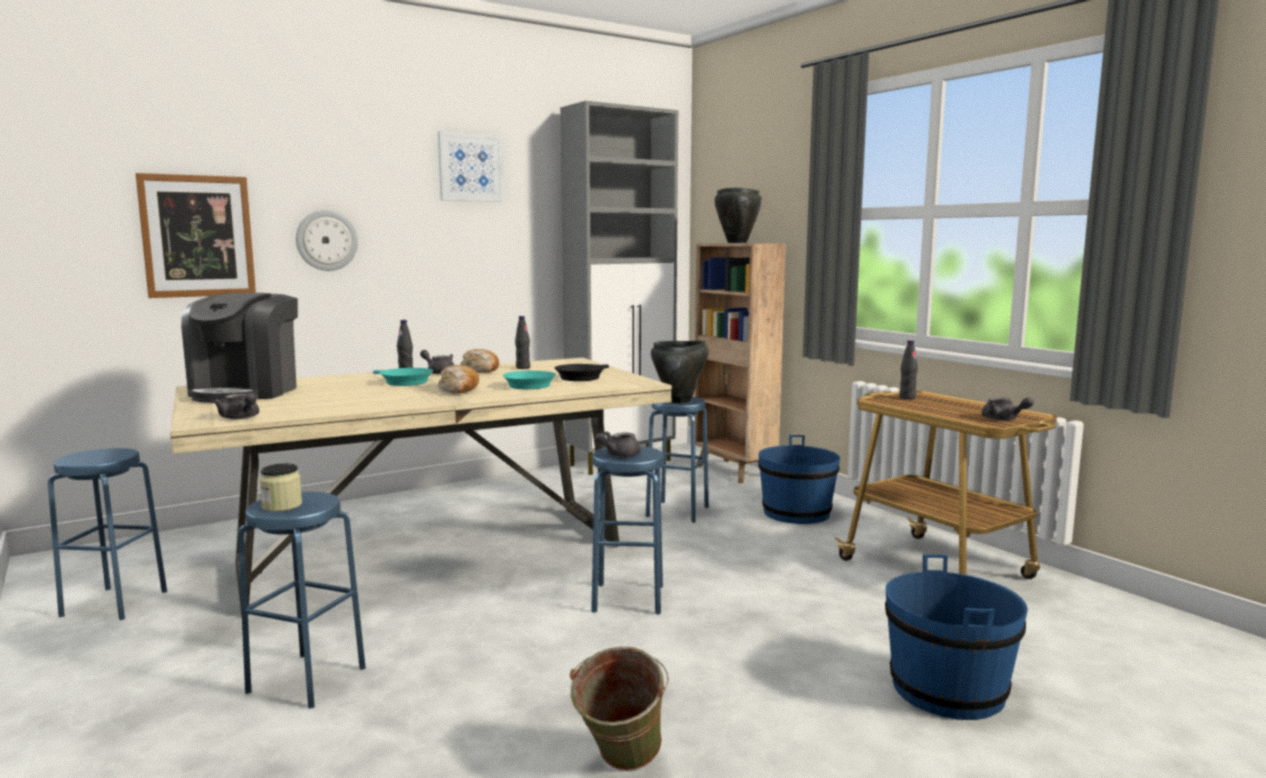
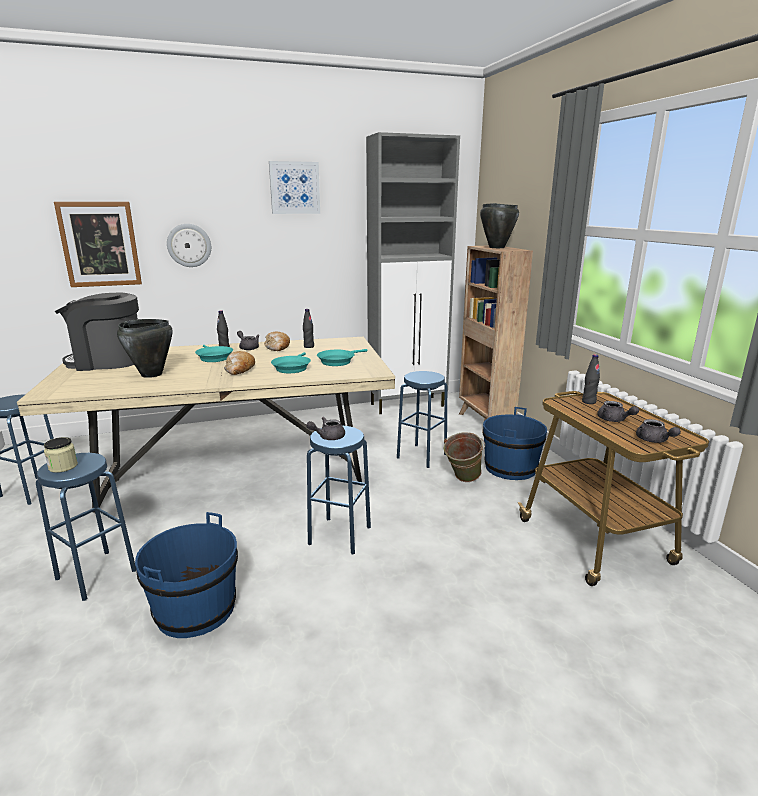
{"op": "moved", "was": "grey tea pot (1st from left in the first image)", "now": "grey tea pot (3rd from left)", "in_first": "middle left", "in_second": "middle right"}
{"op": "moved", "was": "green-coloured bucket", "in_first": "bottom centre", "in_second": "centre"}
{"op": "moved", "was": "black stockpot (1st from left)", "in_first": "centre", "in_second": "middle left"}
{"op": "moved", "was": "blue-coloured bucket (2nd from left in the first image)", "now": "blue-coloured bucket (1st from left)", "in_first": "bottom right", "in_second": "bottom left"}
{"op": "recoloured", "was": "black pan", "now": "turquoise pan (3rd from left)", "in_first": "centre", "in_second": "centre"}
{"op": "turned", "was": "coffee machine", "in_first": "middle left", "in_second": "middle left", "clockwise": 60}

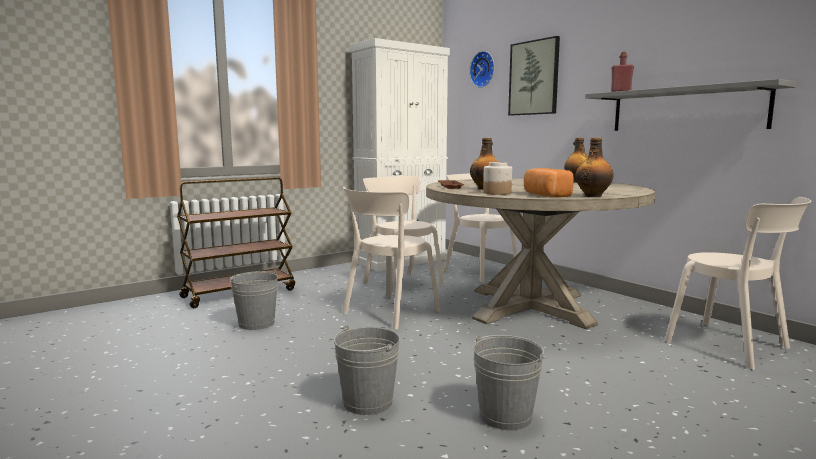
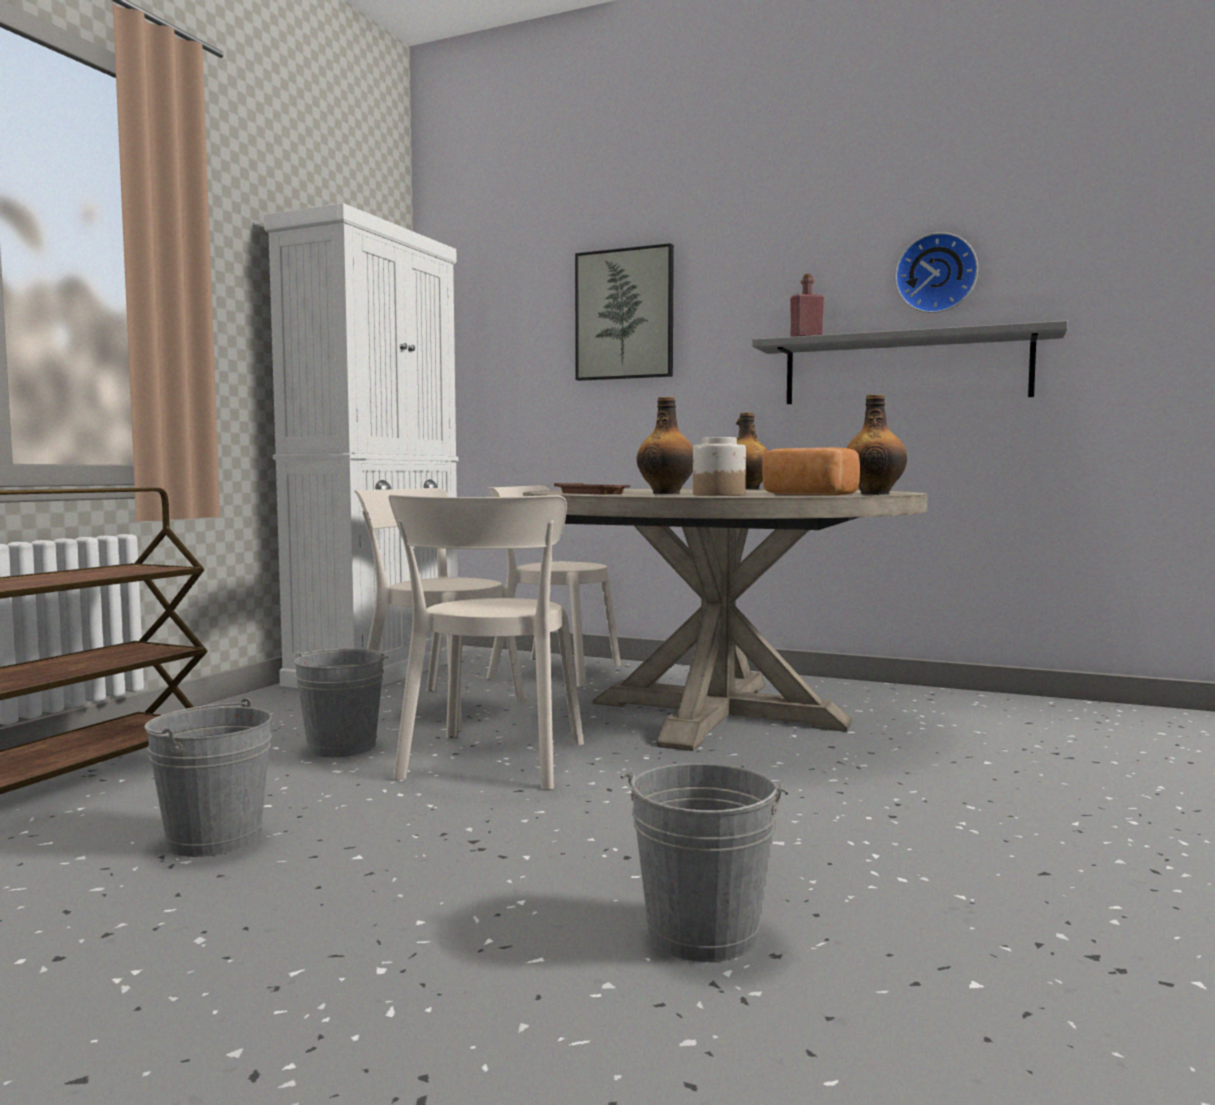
{"op": "removed", "was": "sand-coloured chair (4th from left)", "in_first": "middle right"}
{"op": "moved", "was": "clock on the wall", "in_first": "top centre", "in_second": "top right"}
{"op": "moved", "was": "grey bucket (3rd from left in the first image)", "now": "grey bucket (2nd from left)", "in_first": "bottom centre", "in_second": "middle left"}

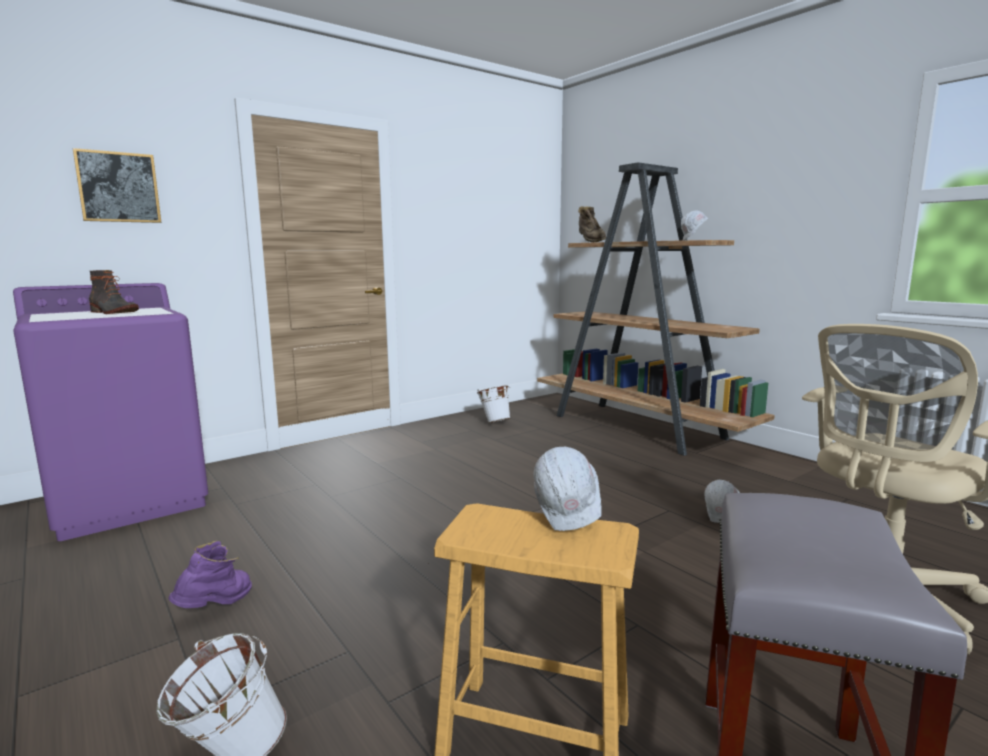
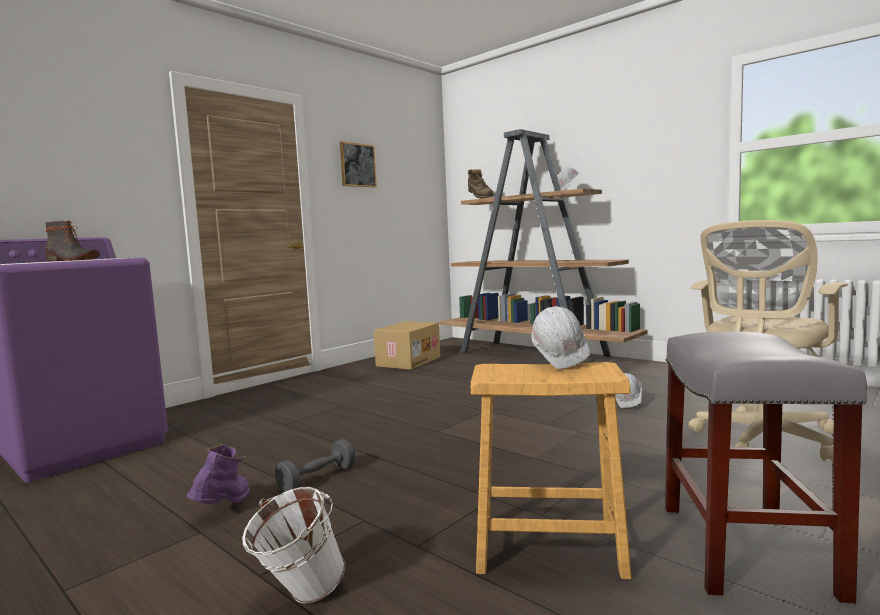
{"op": "added", "now": "grey dumbbell", "in_second": "bottom centre"}
{"op": "moved", "was": "wall picture", "in_first": "top left", "in_second": "top centre"}
{"op": "replaced", "was": "white-coloured bucket (2nd from left)", "now": "packing box", "in_first": "centre", "in_second": "centre"}

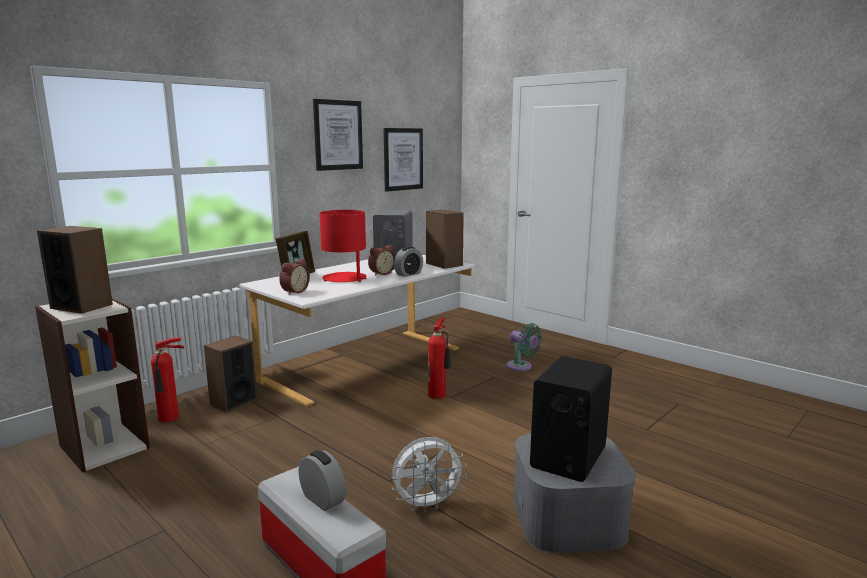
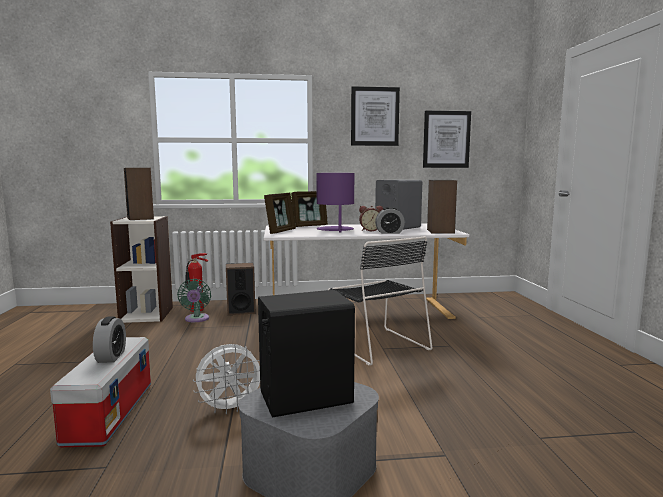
{"op": "moved", "was": "green-coloured cooling fan", "in_first": "centre", "in_second": "middle left"}
{"op": "replaced", "was": "alarm clock (1st from left)", "now": "photo frame (1st from left)", "in_first": "centre", "in_second": "centre"}
{"op": "replaced", "was": "extinguisher (2nd from left)", "now": "black chair", "in_first": "centre", "in_second": "centre"}
{"op": "recoloured", "was": "red-coloured lamp for a table", "now": "purplish lamp for a table", "in_first": "centre", "in_second": "centre"}
{"op": "turned", "was": "white-coloured cooling fan", "in_first": "bottom centre", "in_second": "bottom centre", "clockwise": -45}

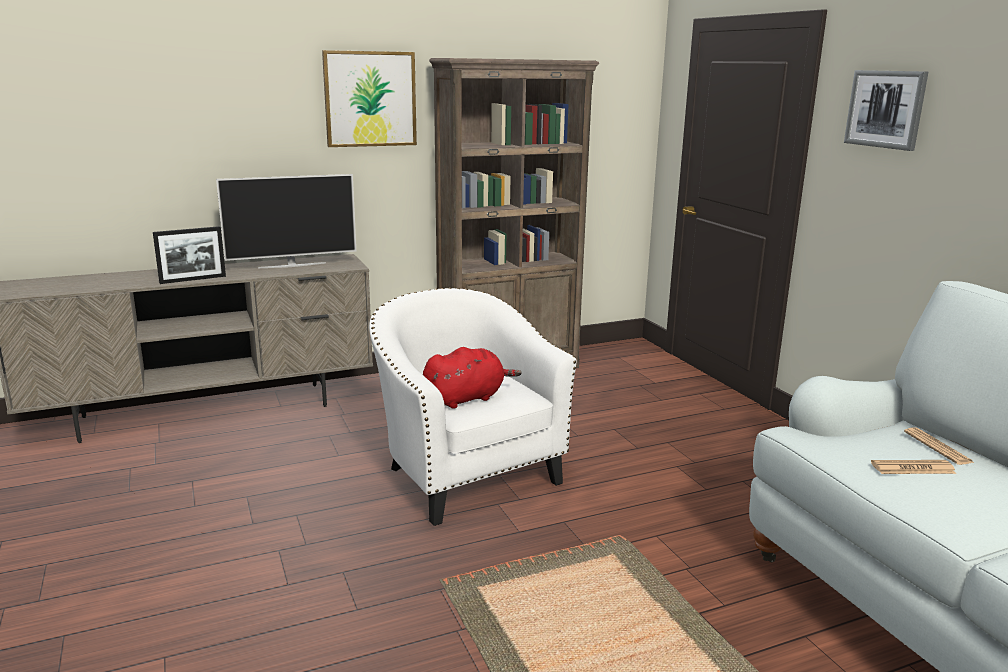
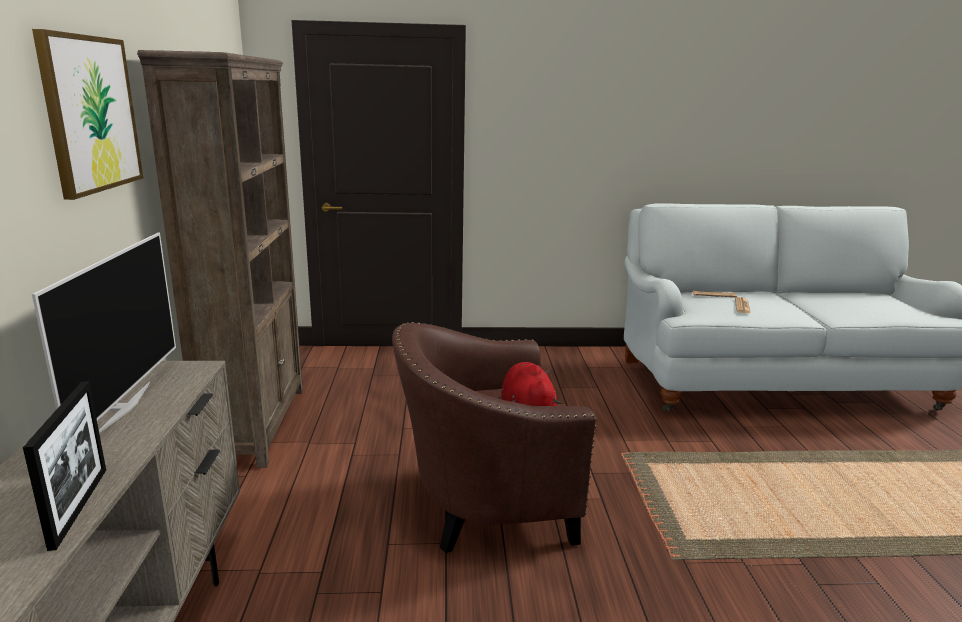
{"op": "removed", "was": "wall picture (2nd from left)", "in_first": "top right"}
{"op": "recoloured", "was": "white-coloured armchair", "now": "brownish armchair", "in_first": "centre", "in_second": "bottom centre"}

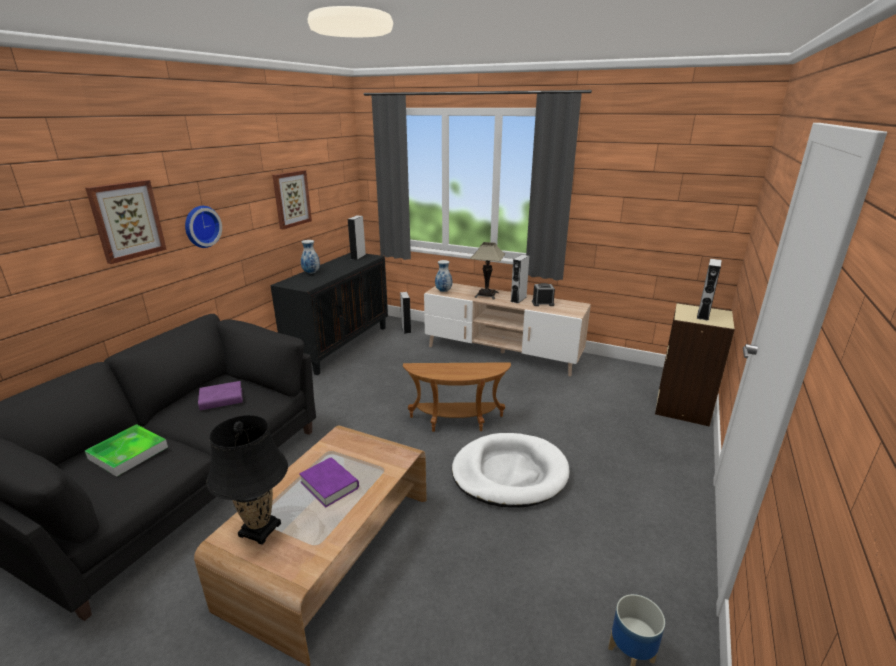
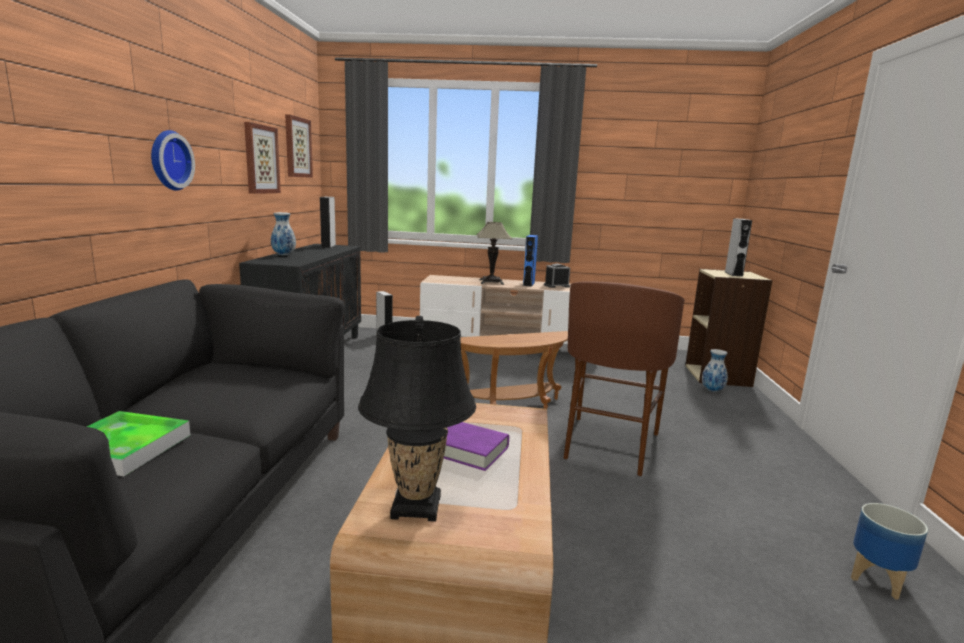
{"op": "removed", "was": "purplish volume (1st from left)", "in_first": "middle left"}
{"op": "moved", "was": "wall picture (1st from left in the first image)", "now": "wall picture (2nd from left)", "in_first": "middle left", "in_second": "top left"}
{"op": "moved", "was": "vase (2nd from left)", "in_first": "centre", "in_second": "middle right"}
{"op": "replaced", "was": "white-coloured pet bed", "now": "brownish sitting stool", "in_first": "bottom centre", "in_second": "centre"}
{"op": "recoloured", "was": "grey loudspeaker (3rd from left)", "now": "blue-coloured loudspeaker", "in_first": "centre", "in_second": "centre"}

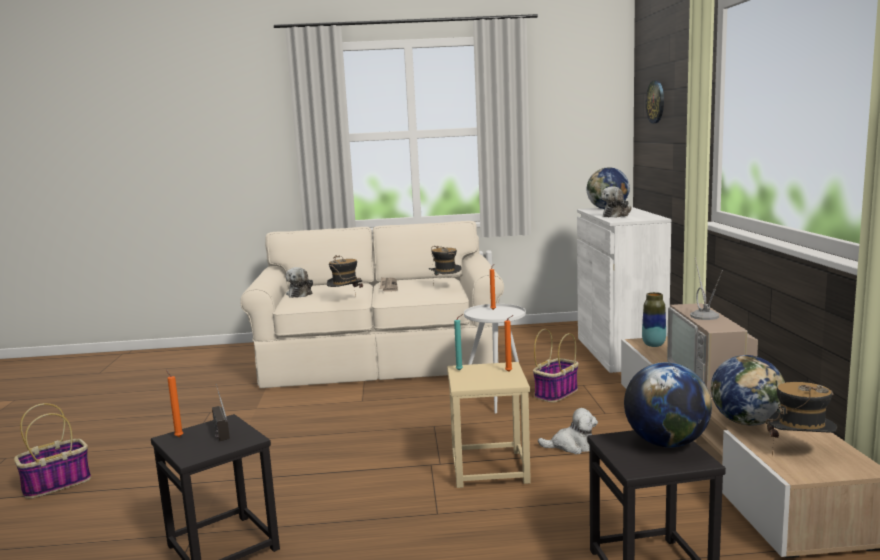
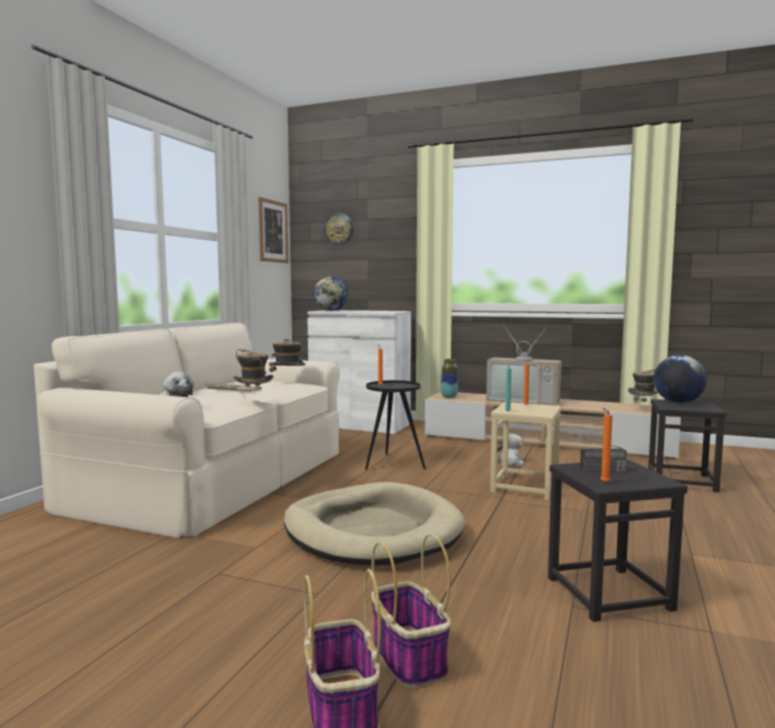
{"op": "removed", "was": "soft toy (3rd from left)", "in_first": "middle right"}
{"op": "removed", "was": "globe (3rd from left)", "in_first": "bottom right"}
{"op": "added", "now": "wall picture", "in_second": "top centre"}
{"op": "added", "now": "sand-coloured pet bed", "in_second": "bottom centre"}
{"op": "moved", "was": "basket (2nd from left)", "in_first": "centre", "in_second": "bottom centre"}
{"op": "recoloured", "was": "white-coloured end table", "now": "black end table", "in_first": "centre", "in_second": "centre"}

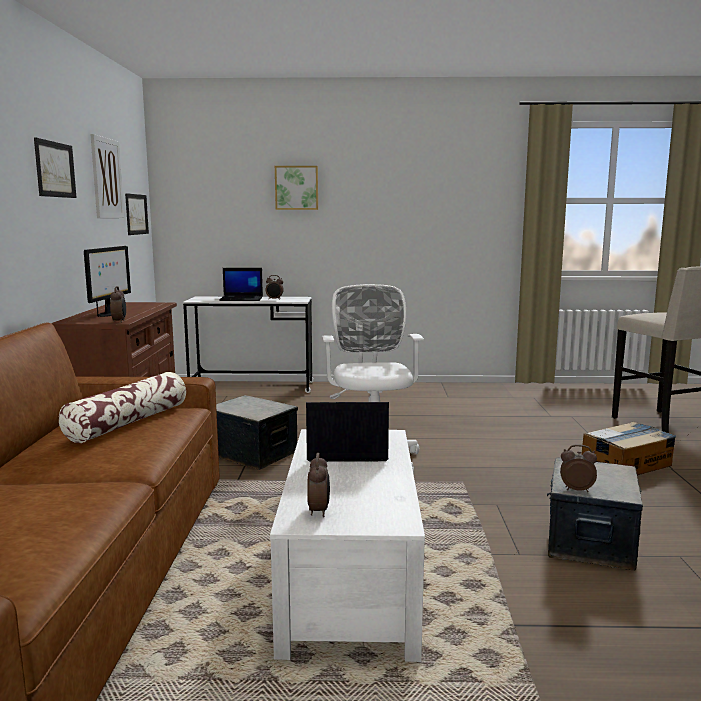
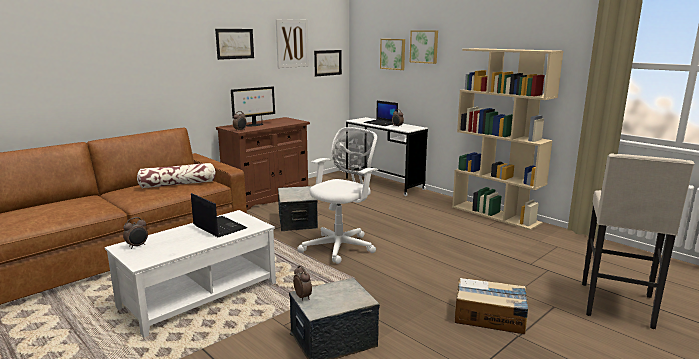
{"op": "added", "now": "wall picture (4th from left)", "in_second": "top centre"}
{"op": "added", "now": "sand-coloured bookcase", "in_second": "middle right"}

